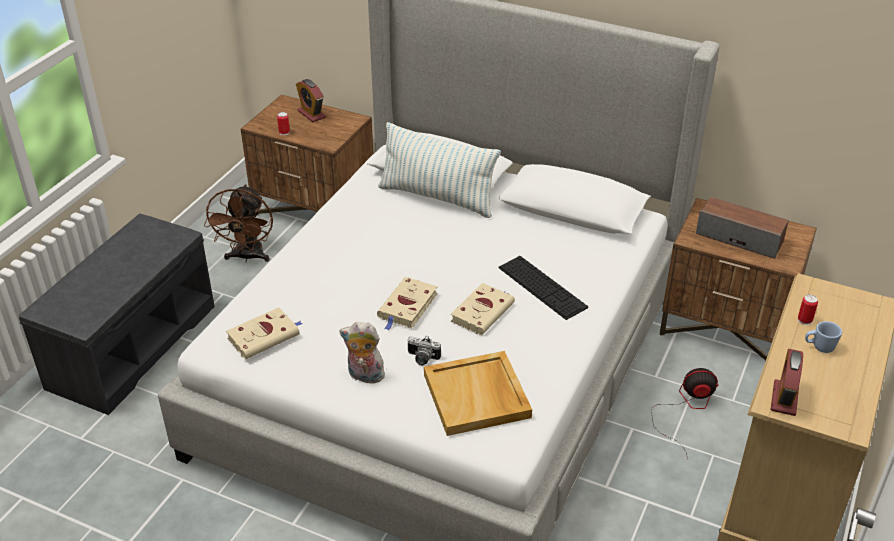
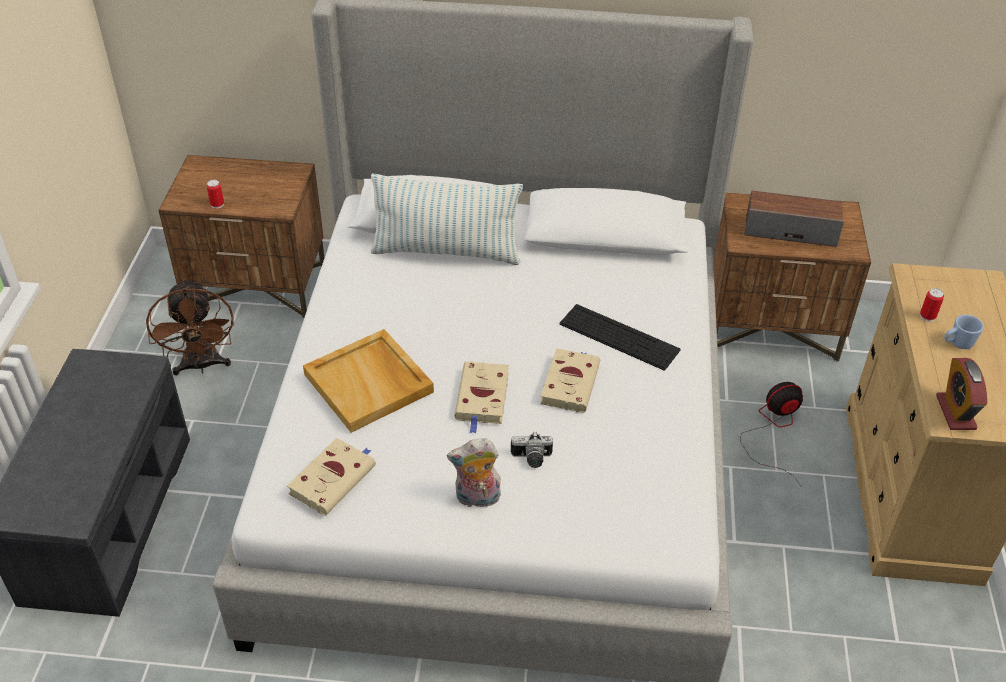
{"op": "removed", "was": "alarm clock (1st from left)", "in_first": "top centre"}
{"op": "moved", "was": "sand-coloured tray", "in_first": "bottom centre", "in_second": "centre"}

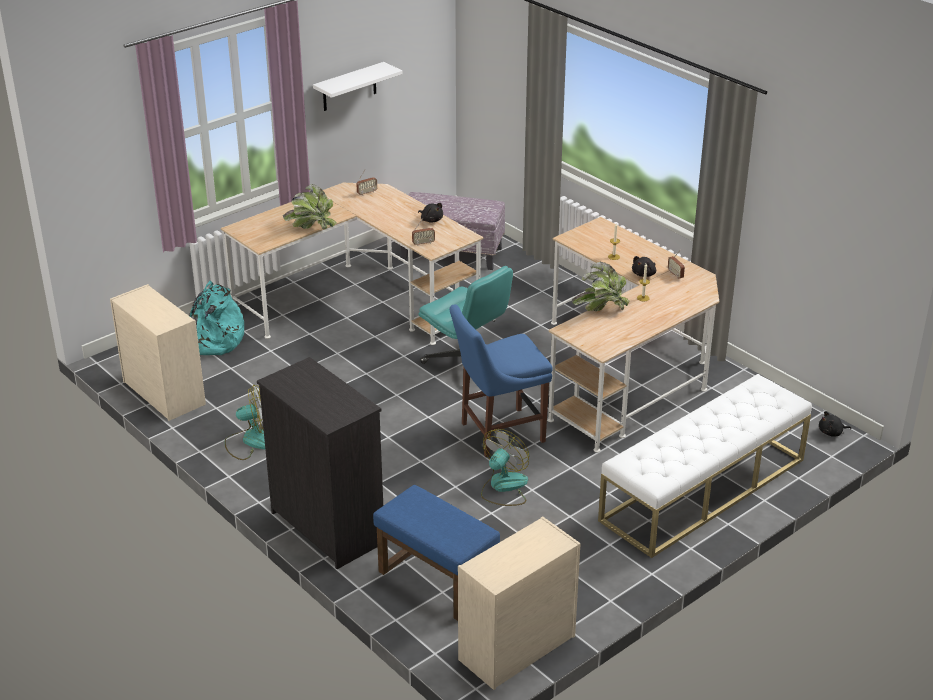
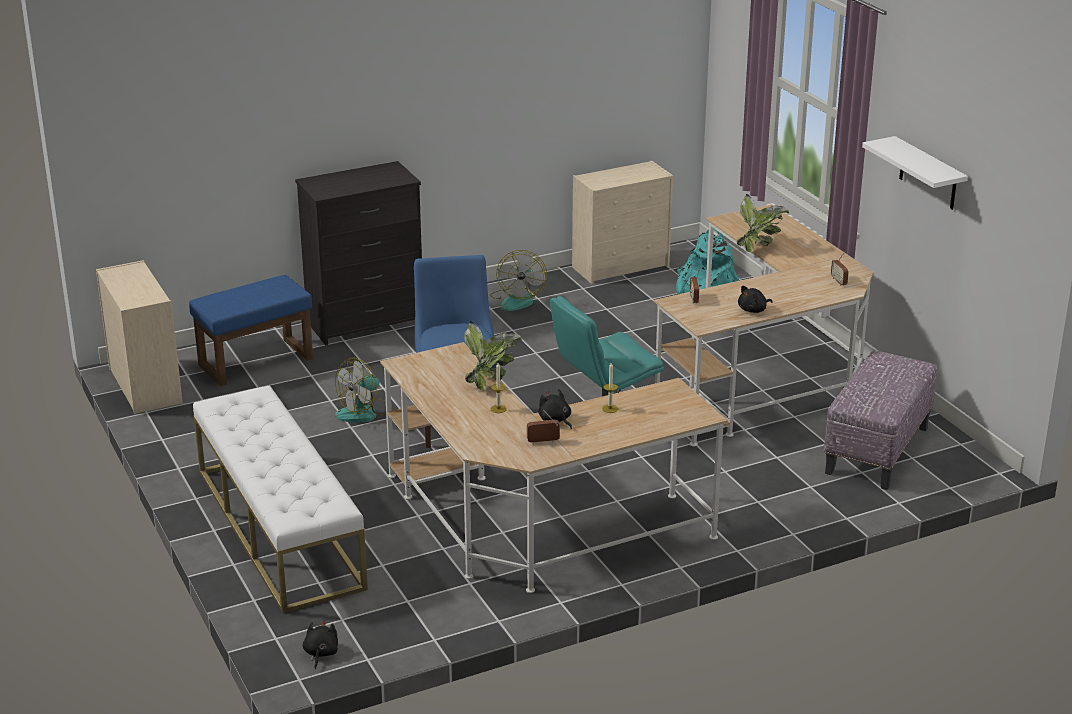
{"op": "turned", "was": "cooling fan (2nd from left in the first image)", "in_first": "bottom centre", "in_second": "centre", "clockwise": 90}

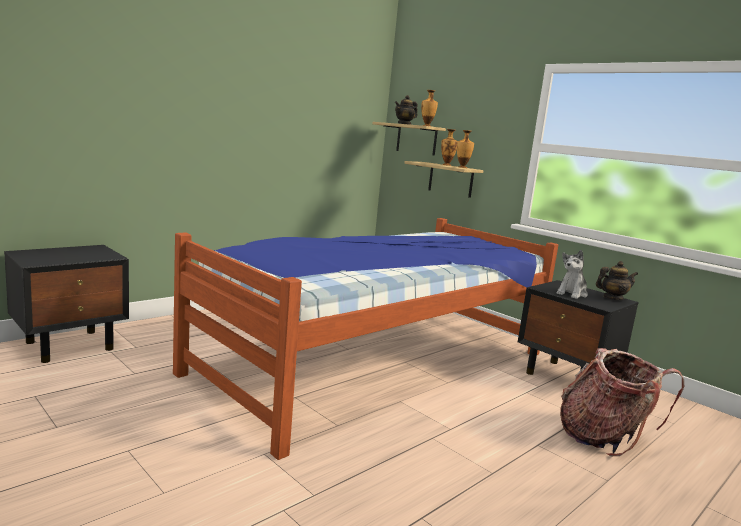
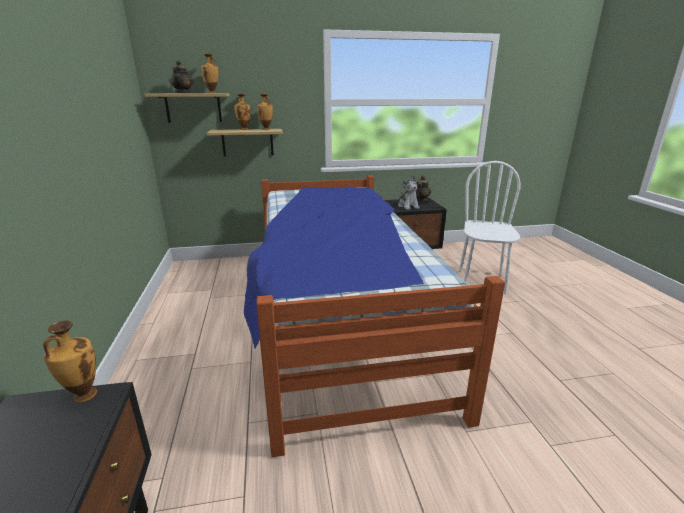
{"op": "added", "now": "vase (1st from left)", "in_second": "bottom left"}
{"op": "replaced", "was": "rucksack", "now": "white-coloured chair", "in_first": "bottom right", "in_second": "middle right"}

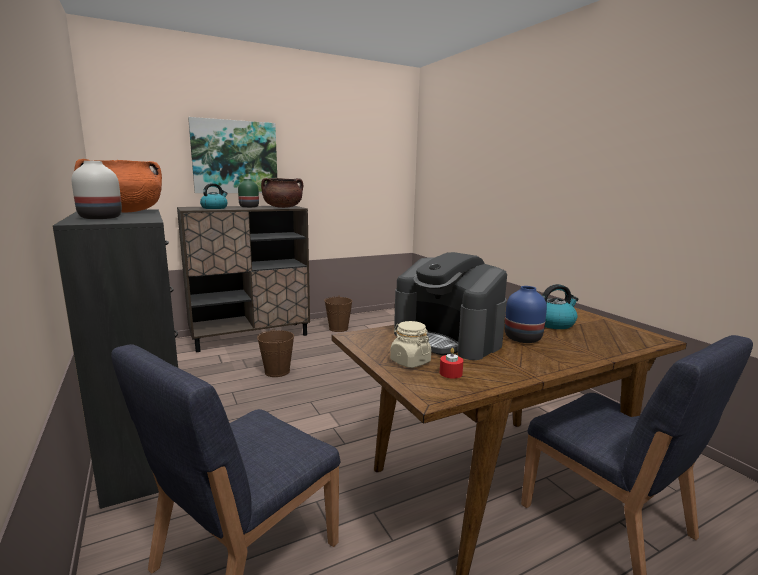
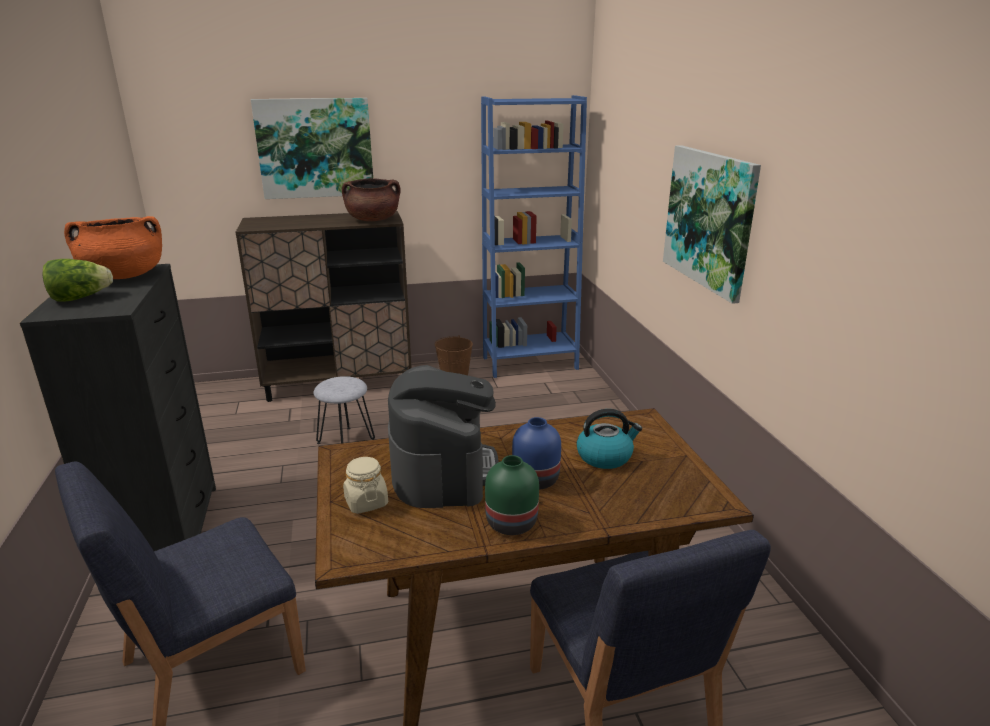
{"op": "removed", "was": "tea kettle (1st from left)", "in_first": "middle left"}
{"op": "removed", "was": "red-coloured wax light", "in_first": "centre"}
{"op": "added", "now": "blue-coloured bookcase", "in_second": "top centre"}
{"op": "added", "now": "wall picture (2nd from left)", "in_second": "top right"}
{"op": "moved", "was": "green-coloured vase", "in_first": "middle left", "in_second": "bottom centre"}
{"op": "replaced", "was": "white-coloured vase", "now": "lettuce head", "in_first": "top left", "in_second": "middle left"}
{"op": "replaced", "was": "brownish bucket (1st from left)", "now": "grey sitting stool", "in_first": "centre", "in_second": "centre"}
{"op": "turned", "was": "coffee machine", "in_first": "centre", "in_second": "centre", "clockwise": -150}

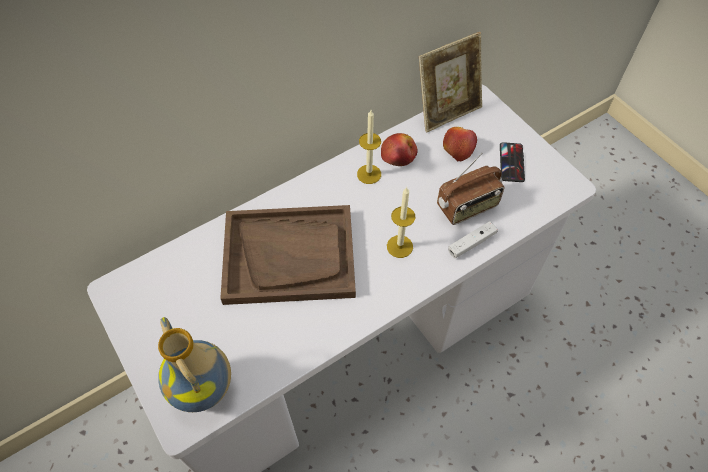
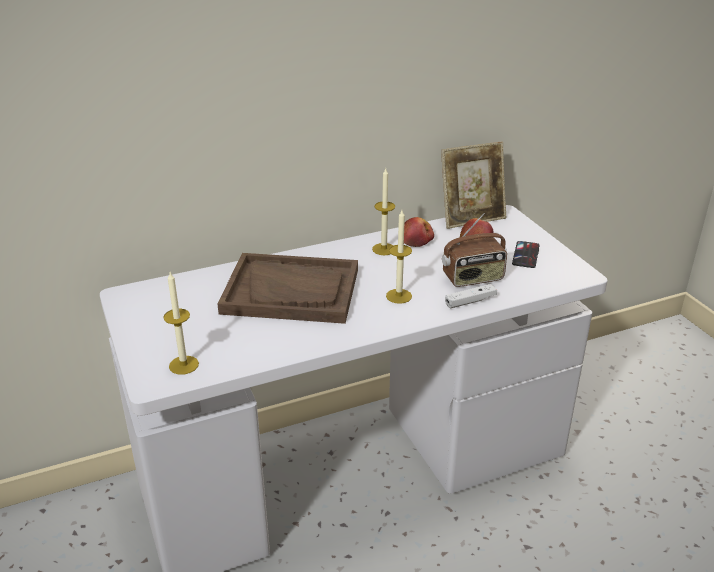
{"op": "replaced", "was": "vase", "now": "wax light (1st from left)", "in_first": "bottom left", "in_second": "middle left"}

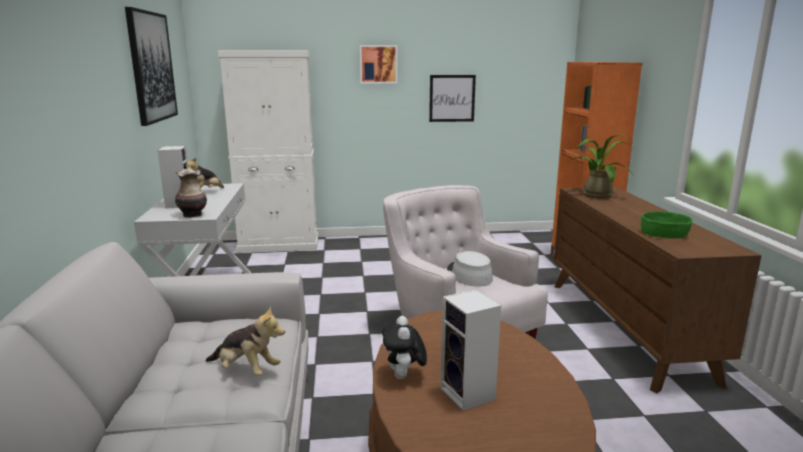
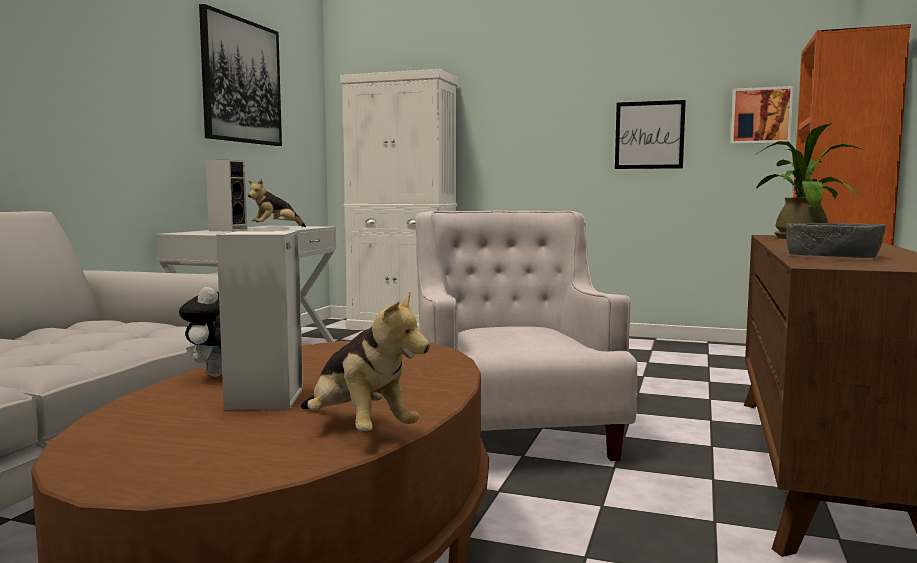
{"op": "removed", "was": "vase", "in_first": "middle left"}
{"op": "removed", "was": "grey wearable hat", "in_first": "centre"}
{"op": "moved", "was": "soft toy (2nd from left in the first image)", "now": "soft toy (3rd from left)", "in_first": "bottom left", "in_second": "centre"}
{"op": "moved", "was": "wall picture (2nd from left in the first image)", "now": "wall picture (3rd from left)", "in_first": "top centre", "in_second": "top right"}
{"op": "recoloured", "was": "green-coloured serving bowl", "now": "grey serving bowl", "in_first": "middle right", "in_second": "middle right"}

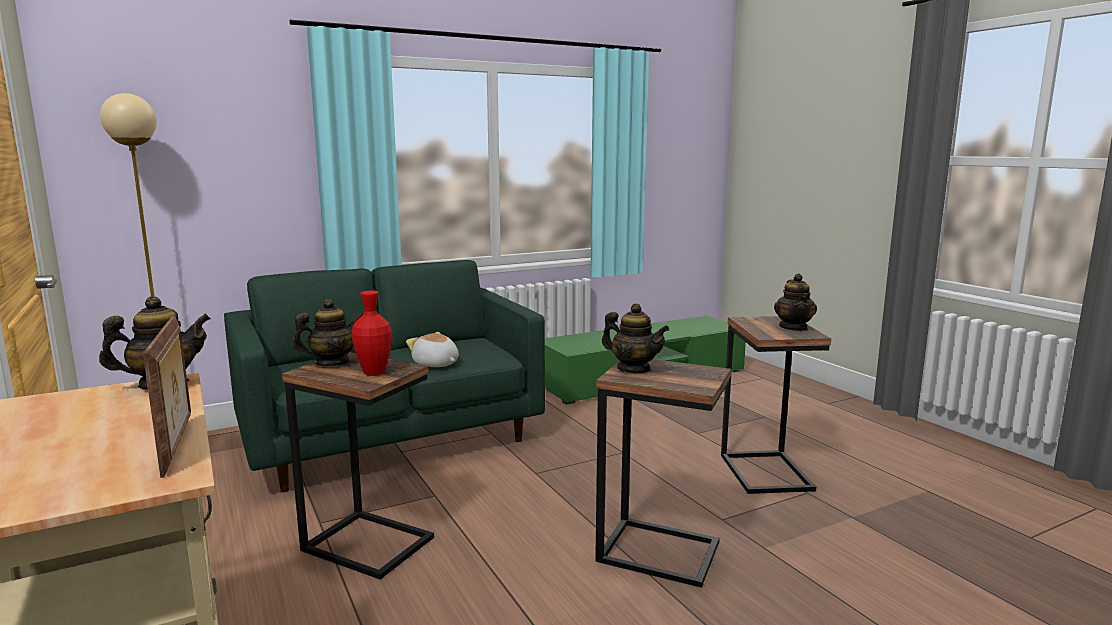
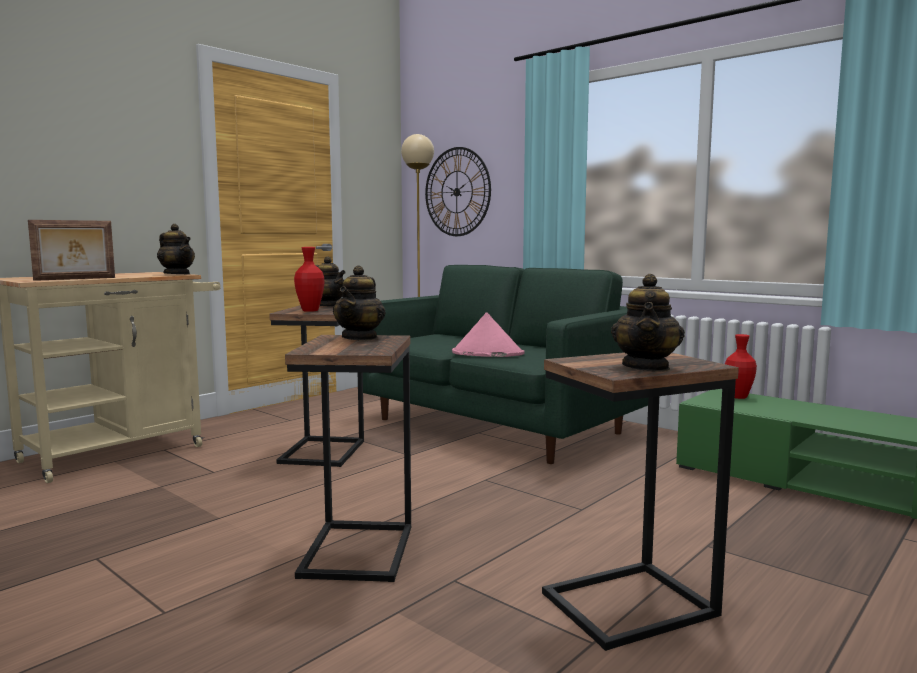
{"op": "added", "now": "clock on the wall", "in_second": "top centre"}
{"op": "added", "now": "red-coloured vase (2nd from left)", "in_second": "middle right"}
{"op": "replaced", "was": "soft toy", "now": "pink wearable hat", "in_first": "centre", "in_second": "centre"}
{"op": "turned", "was": "tea pot (4th from left)", "in_first": "middle right", "in_second": "middle right", "clockwise": -60}

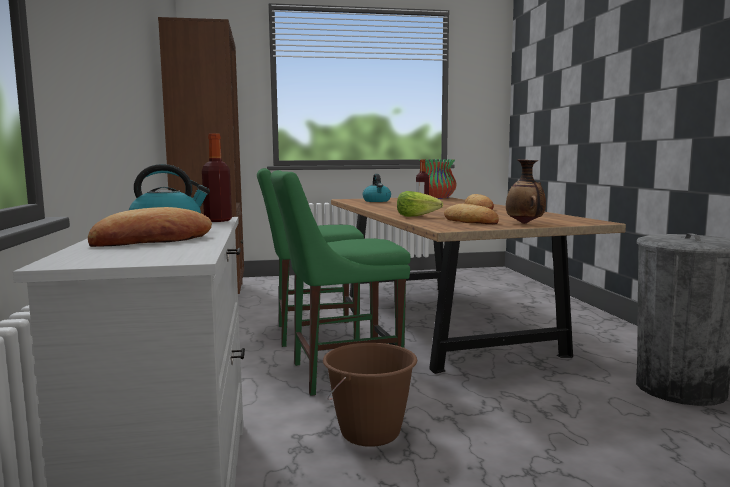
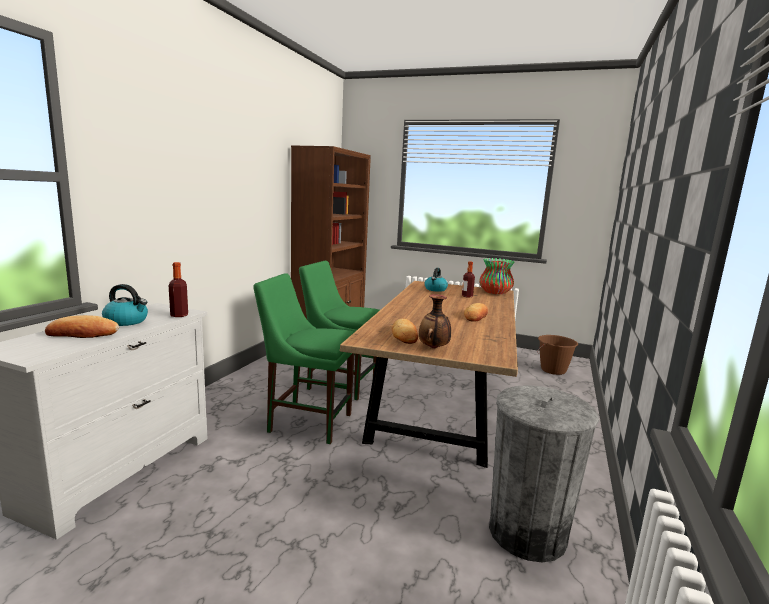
{"op": "removed", "was": "lettuce head", "in_first": "centre"}
{"op": "moved", "was": "brownish bucket", "in_first": "bottom centre", "in_second": "middle right"}

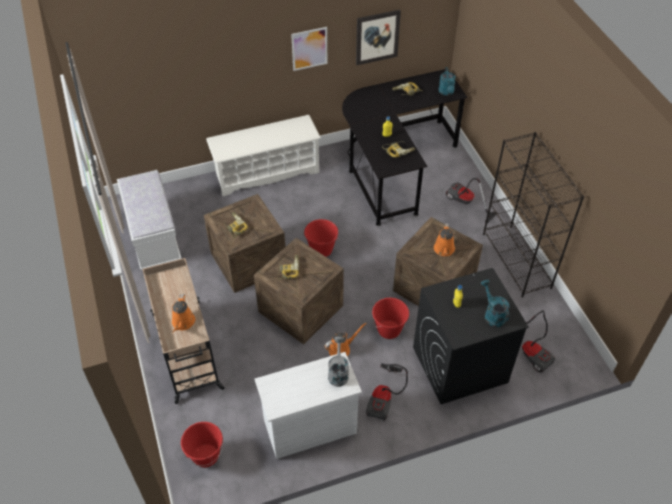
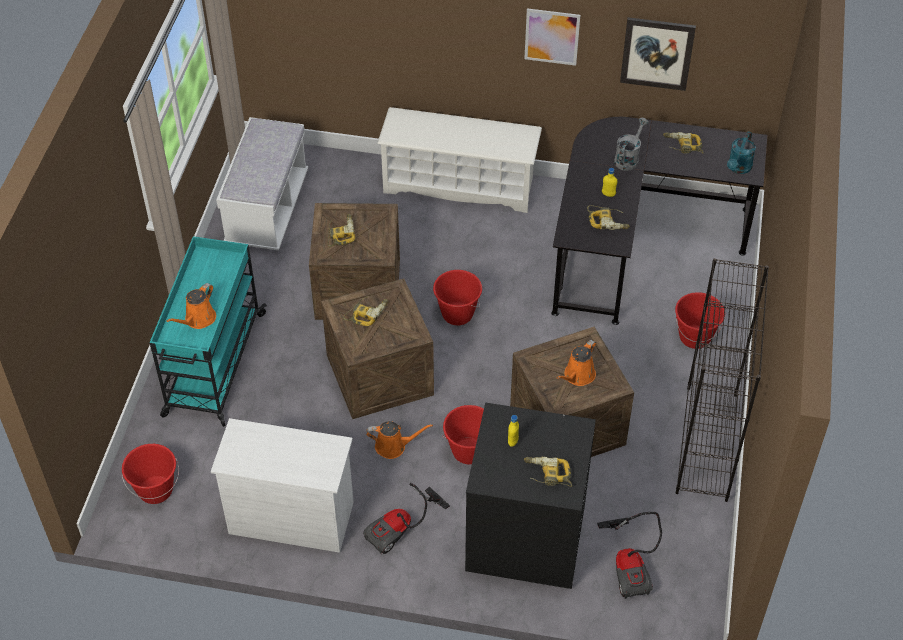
{"op": "moved", "was": "grey sprinkling can", "in_first": "bottom centre", "in_second": "top right"}
{"op": "replaced", "was": "vacuum cleaner (2nd from left)", "now": "red-coloured bucket (4th from left)", "in_first": "middle right", "in_second": "middle right"}
{"op": "replaced", "was": "turquoise sprinkling can (2nd from left)", "now": "electric drill (3rd from left)", "in_first": "middle right", "in_second": "bottom centre"}
{"op": "recoloured", "was": "sand-coloured wheeled cart", "now": "turquoise wheeled cart", "in_first": "middle left", "in_second": "middle left"}

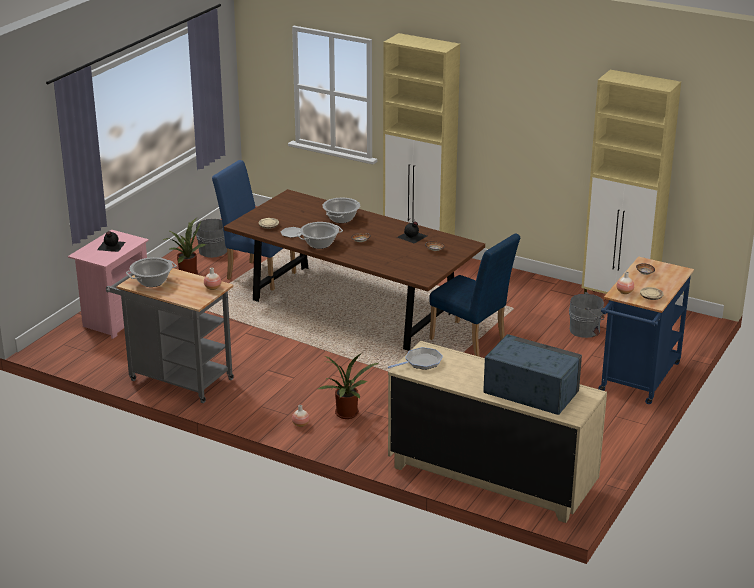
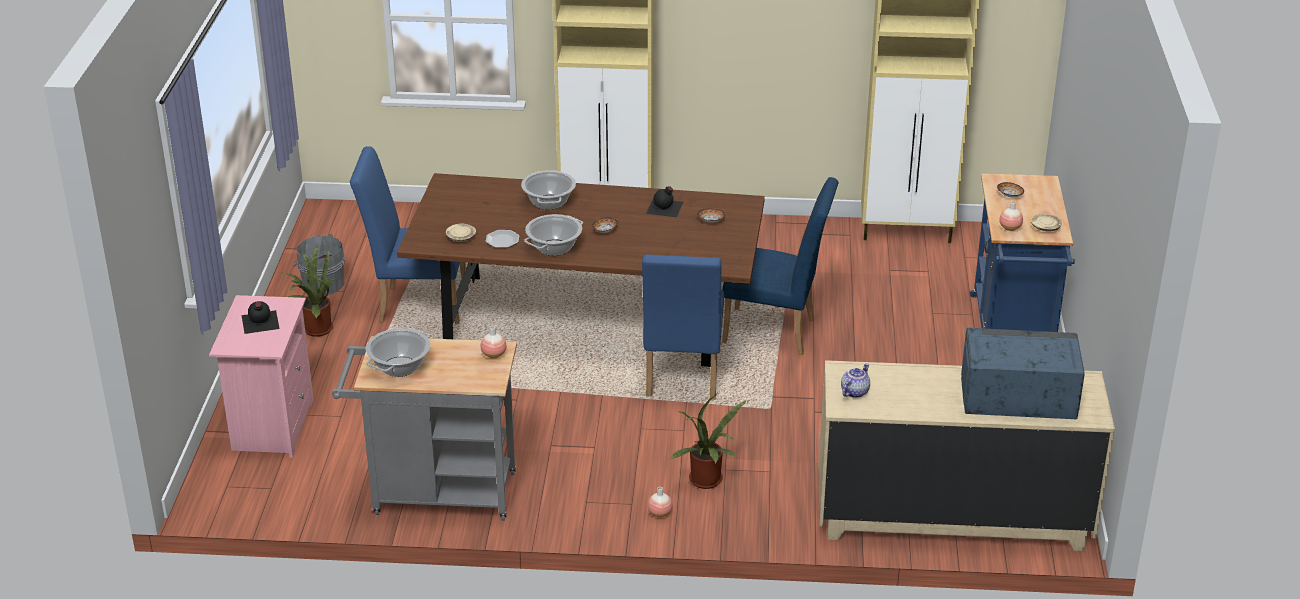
{"op": "removed", "was": "grey bucket (2nd from left)", "in_first": "middle right"}
{"op": "added", "now": "blue-coloured chair (2nd from left)", "in_second": "centre"}
{"op": "replaced", "was": "pan", "now": "tea pot", "in_first": "centre", "in_second": "centre"}

